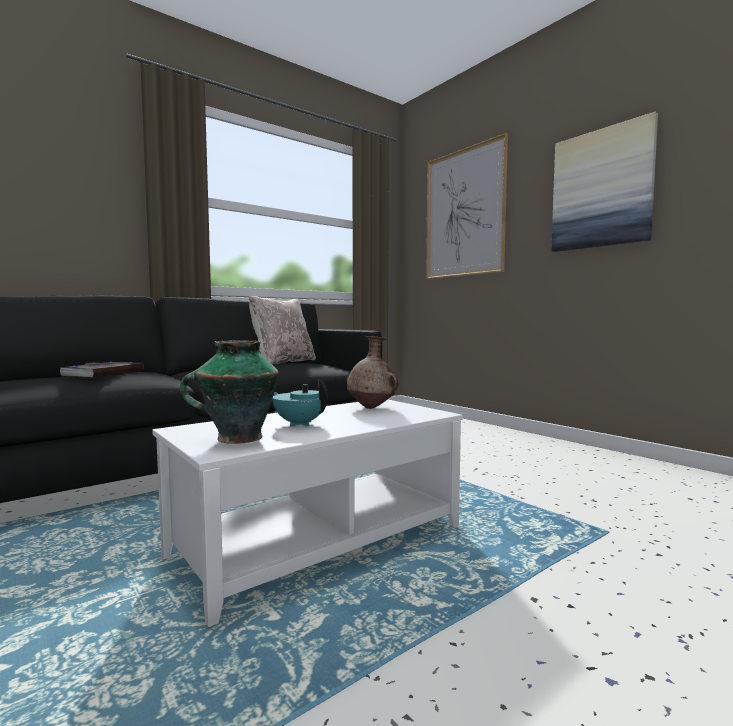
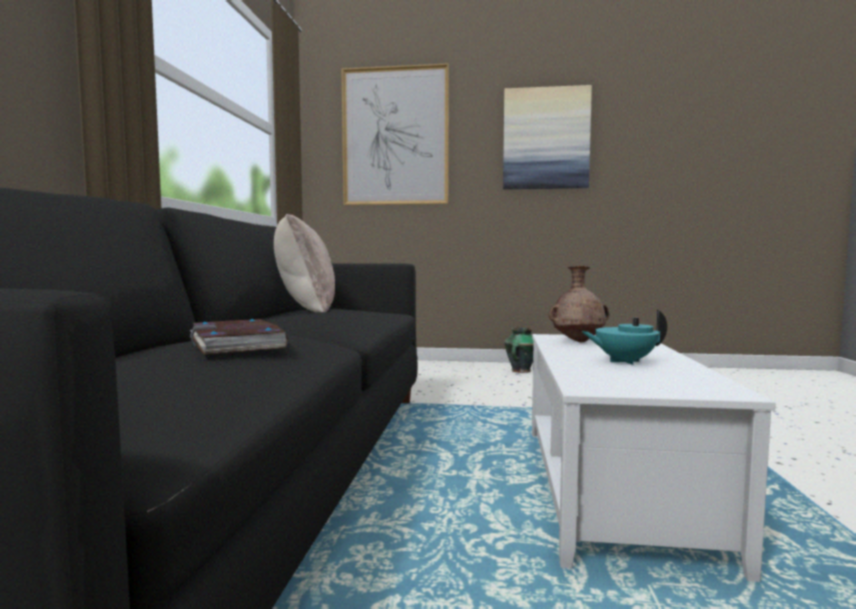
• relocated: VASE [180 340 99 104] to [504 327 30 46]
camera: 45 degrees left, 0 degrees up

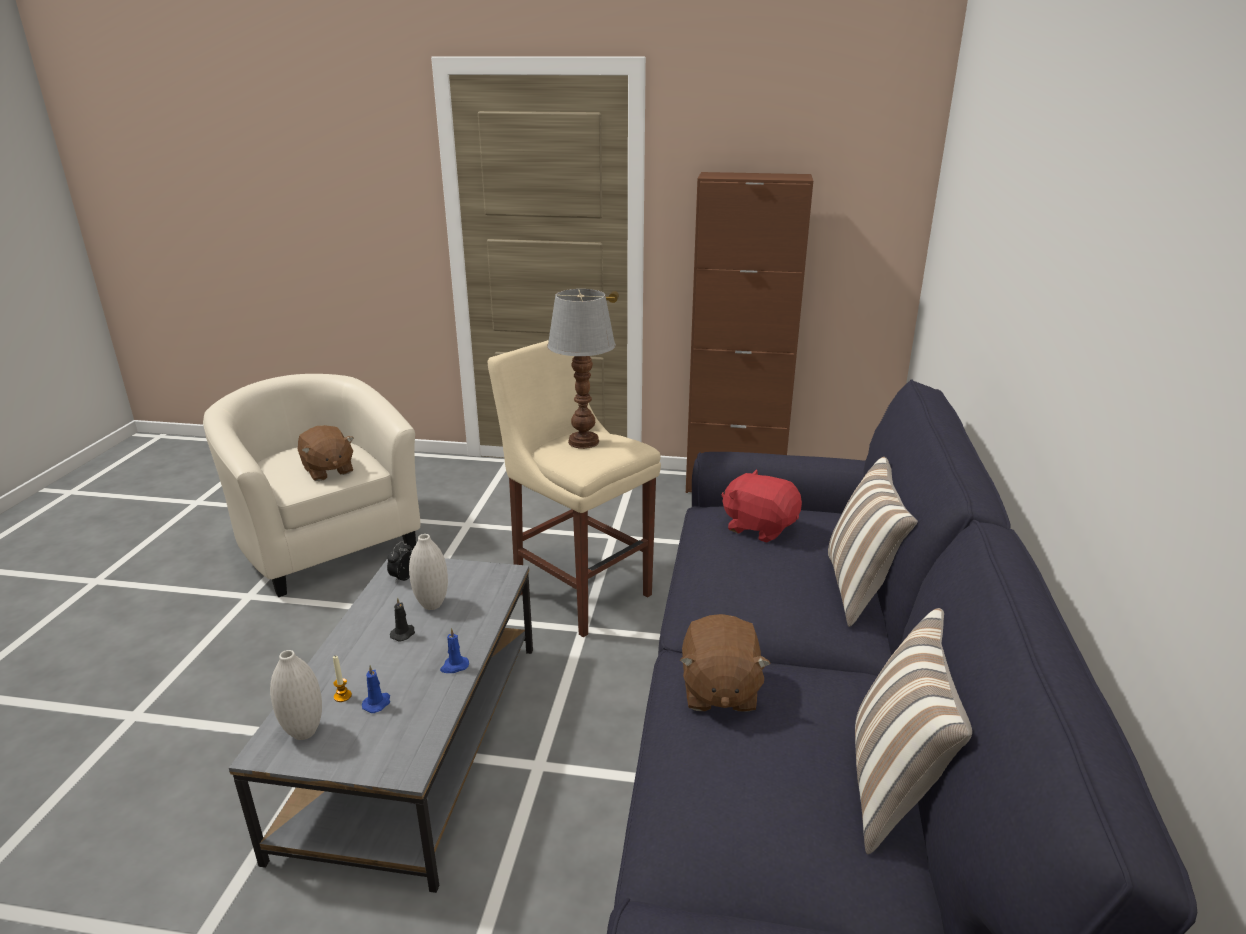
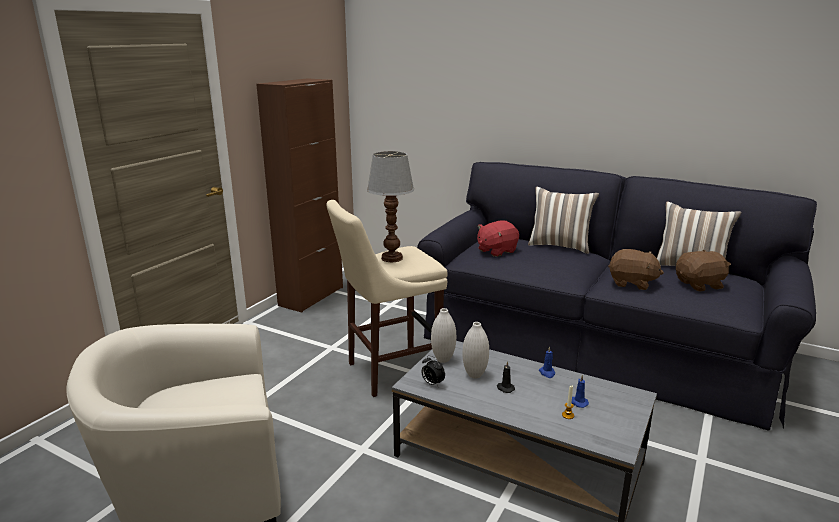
• relocated: WHITE VASE [270 650 52 90] to [431 308 25 55]
• relocated: BROWN PLUSH TOY [298 425 56 56] to [676 250 55 42]
camera: 70 degrees left, 5 degrees down

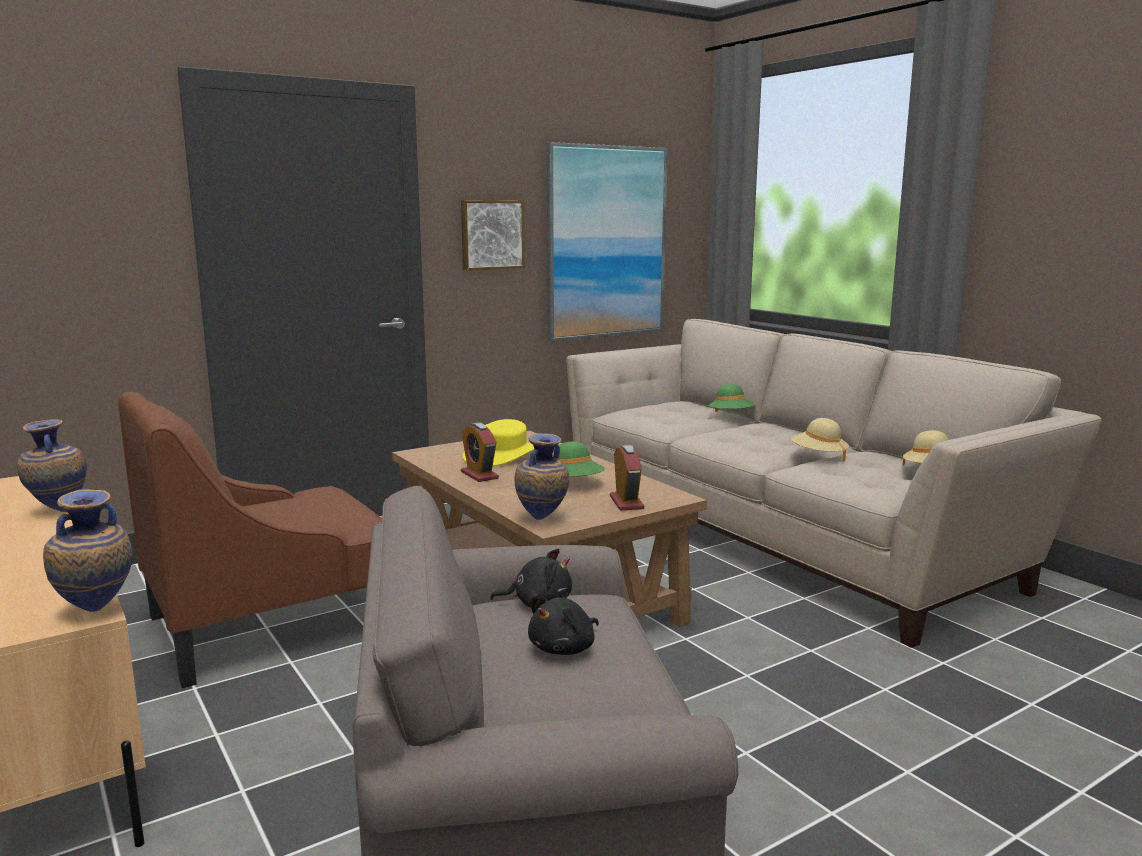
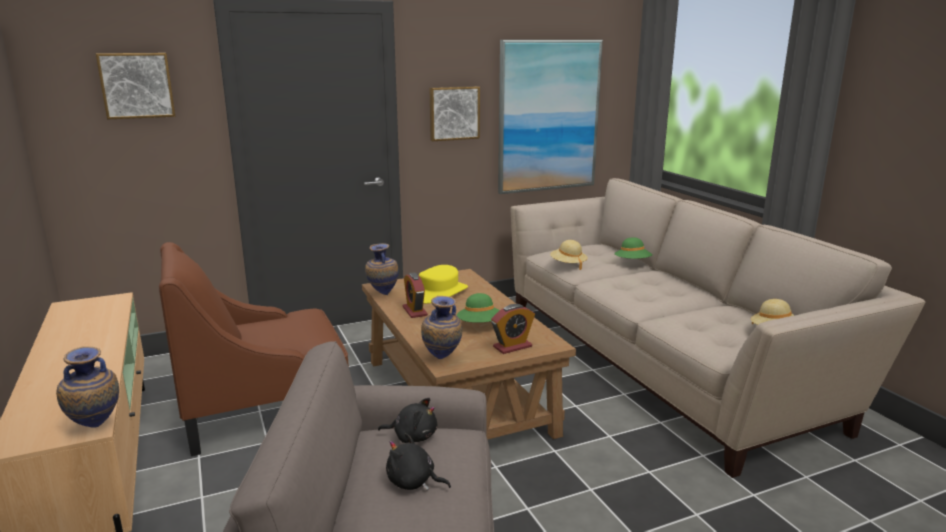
• relocated: VASE [17 419 70 93] to [365 243 34 52]
• spun: BLACK PLUSH TOY [528 594 71 61] = [386 433 65 58] 60 degrees clockwise
• spun: ALARM CLOCK [610 445 34 66] = [491 304 44 50] 60 degrees clockwise
• relocated: BEIGE HAT [792 418 57 44] to [550 240 38 30]
• appeared: PICTURE [96 53 79 67]
camera: 10 degrees right, 5 degrees up

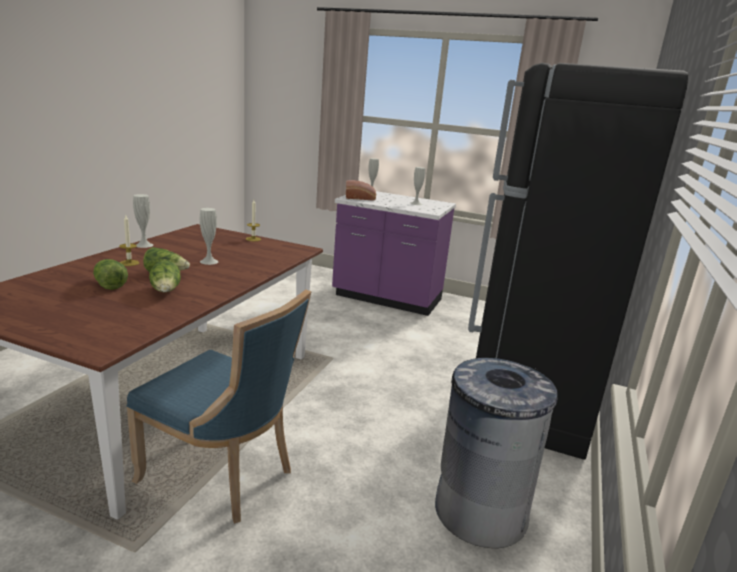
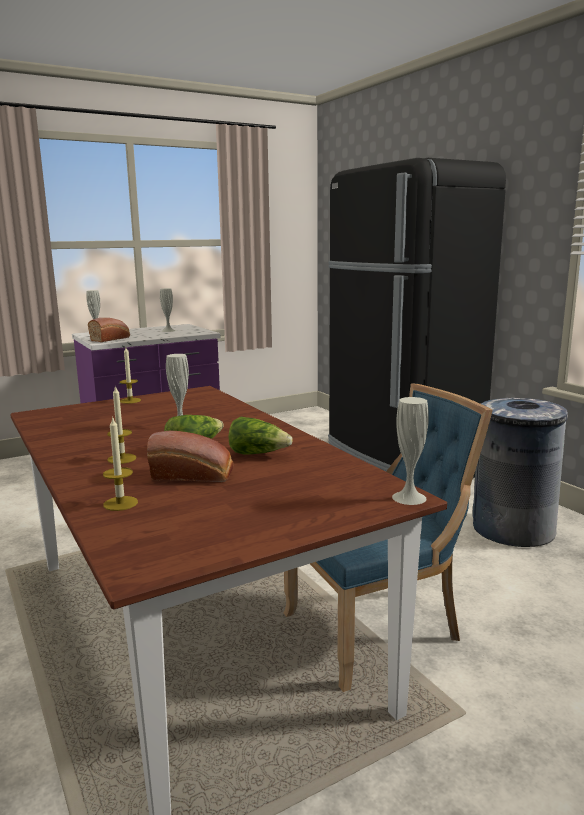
• exchanged: LETTUCE [93 259 35 31] to BREAD [147 431 86 51]
• relocated: WHITE VASE [133 194 20 54] to [392 397 37 108]
• appeared: CANDLE [103 416 35 95]
camera: 50 degrees left, 5 degrees down

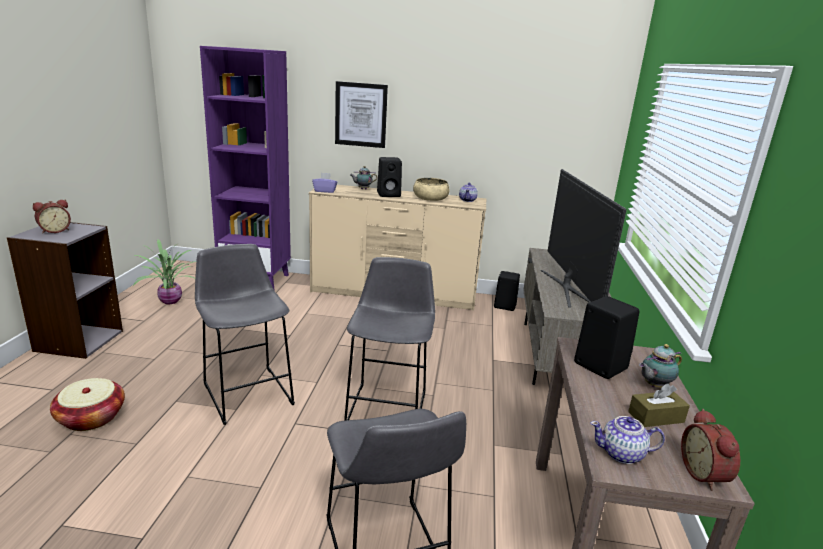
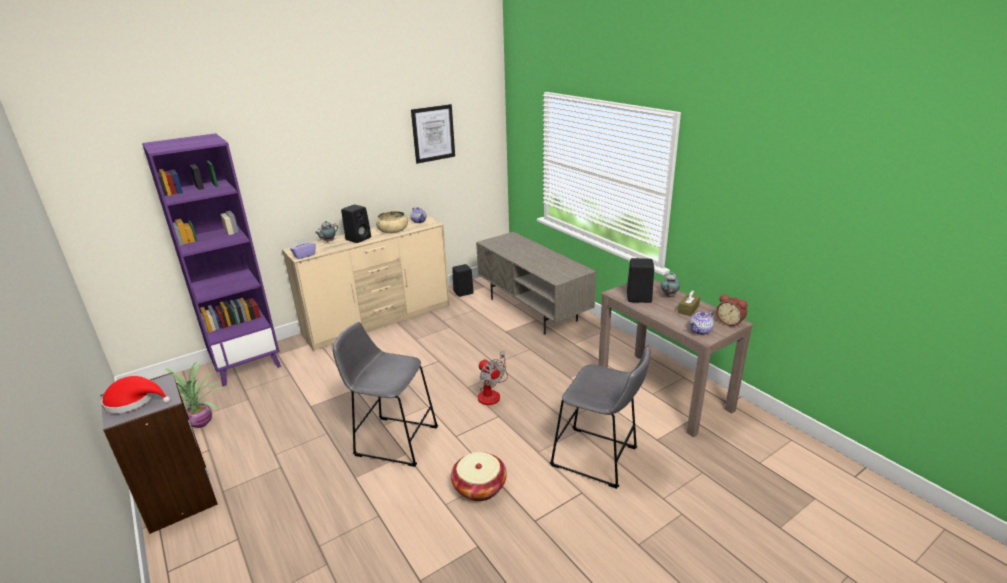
• exchanged: ALARM CLOCK [33 200 38 34] to RED HAT [101 376 69 37]
• relocated: BASKET [50 378 75 53] to [451 452 56 49]
• relocated: PICTURE [335 81 53 67] to [411 104 44 60]
• exchanged: GREY STOOL [344 257 91 164] to FAN [478 351 30 54]
• missing: TELEVISION [541 169 86 139]
camera: 40 degrees left, 5 degrees up

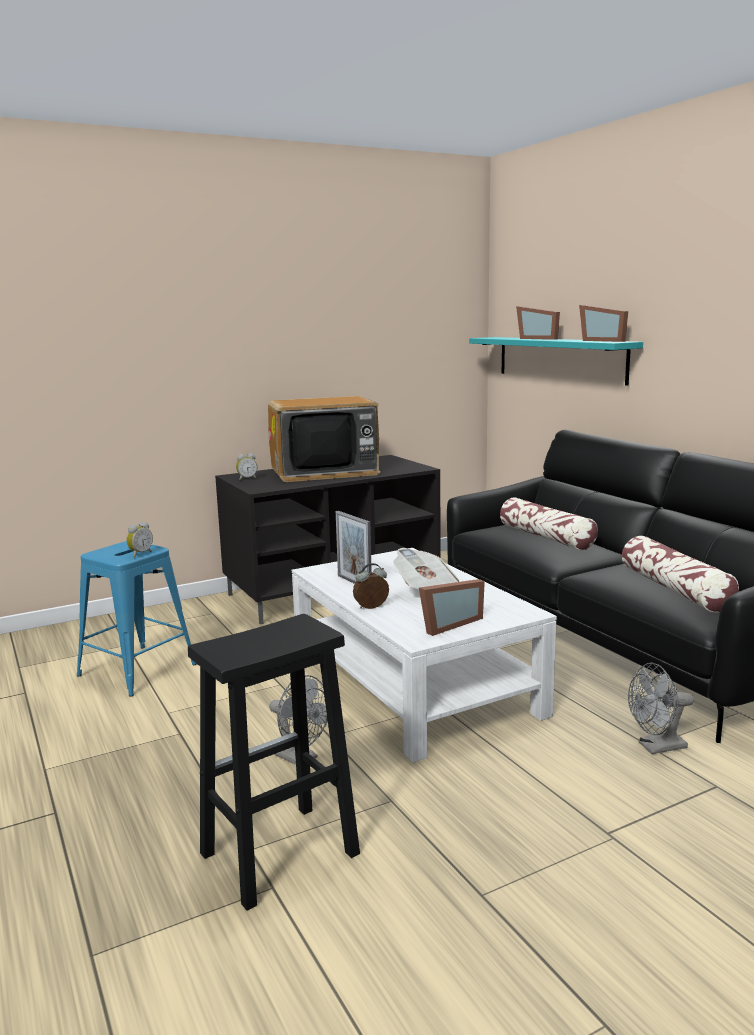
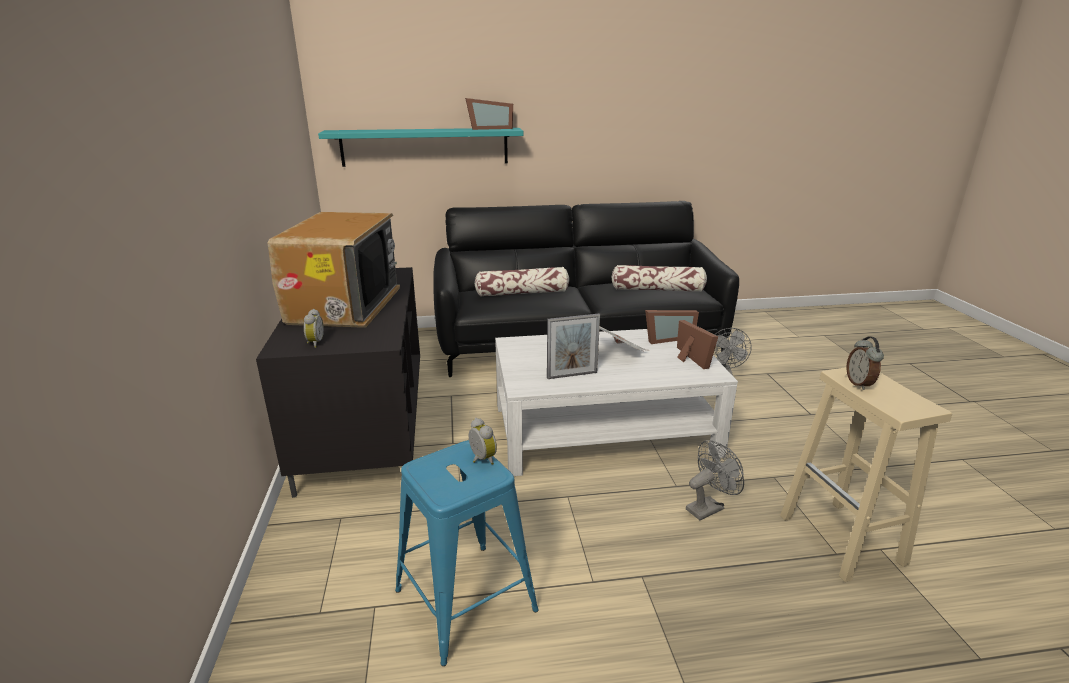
• colour: BLACK STOOL [188 614 172 297] to BEIGE STOOL [780 367 172 215]
• relocated: ALARM CLOCK [353 563 36 46] to [846 336 38 54]
• relocated: PICTURE FRAME [516 306 44 34] to [645 310 54 34]
camera: 70 degrees left, 10 degrees up

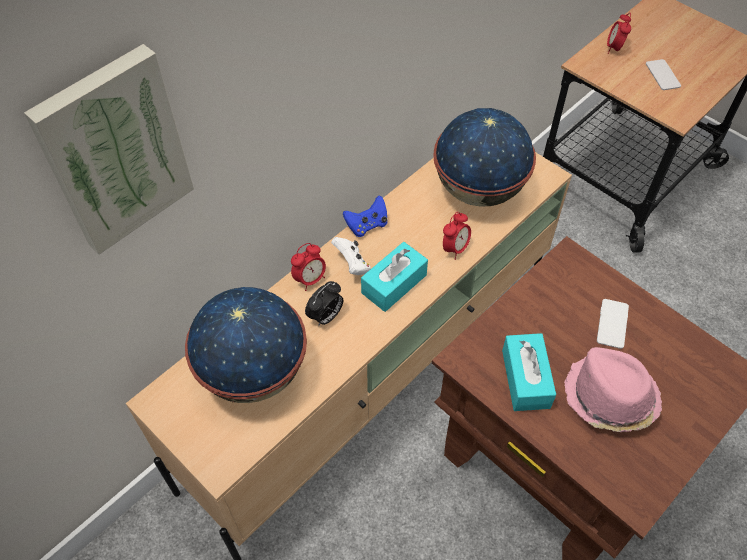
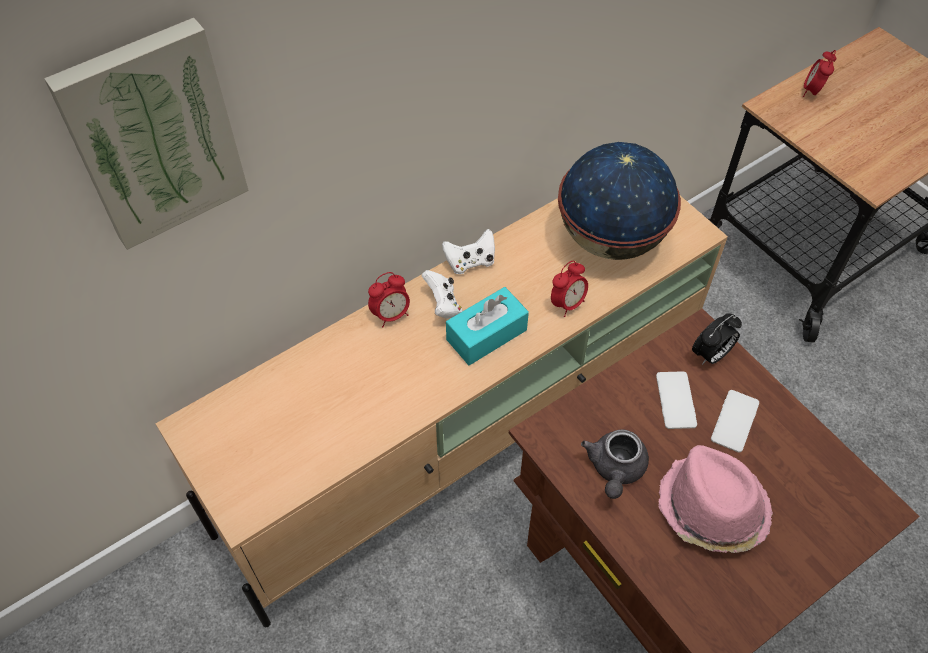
• missing: GLOBE [185 287 122 116]
• relocated: ALARM CLOCK [305 281 38 45] to [692 313 50 52]
• colour: BLUE GAME CONTROLLER [343 196 44 41] to WHITE GAME CONTROLLER [442 229 53 45]
• exchanged: TURQUOISE TISSUE BOX [502 333 54 78] to GREY TEAPOT [581 429 68 70]
• relocated: PHONE [646 59 35 31] to [656 371 41 58]
camera: 10 degrees right, 0 degrees up

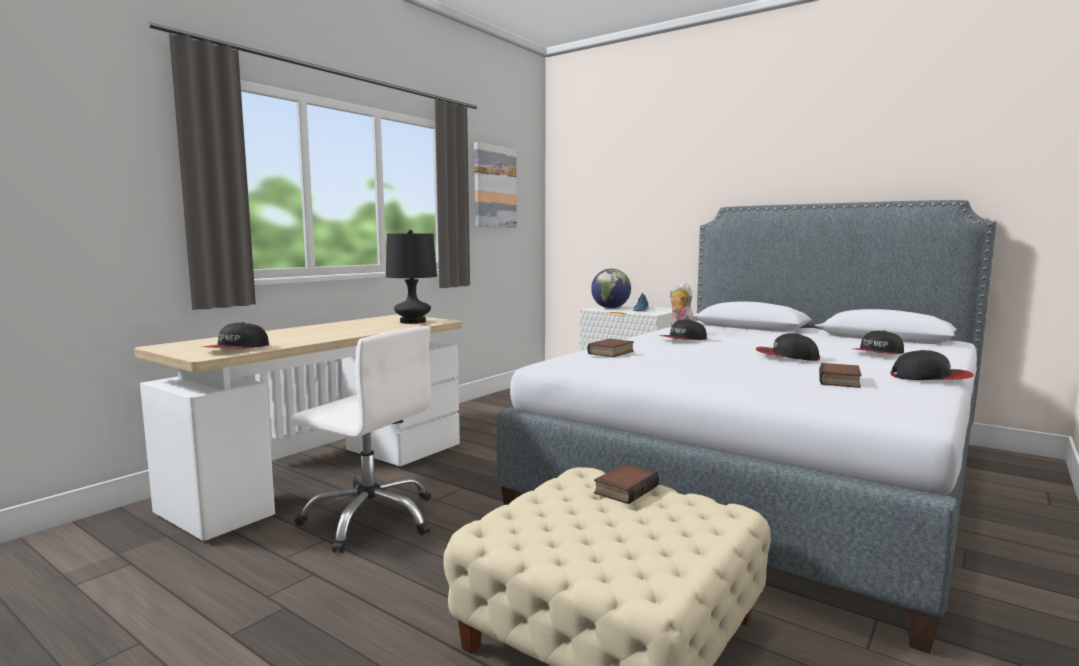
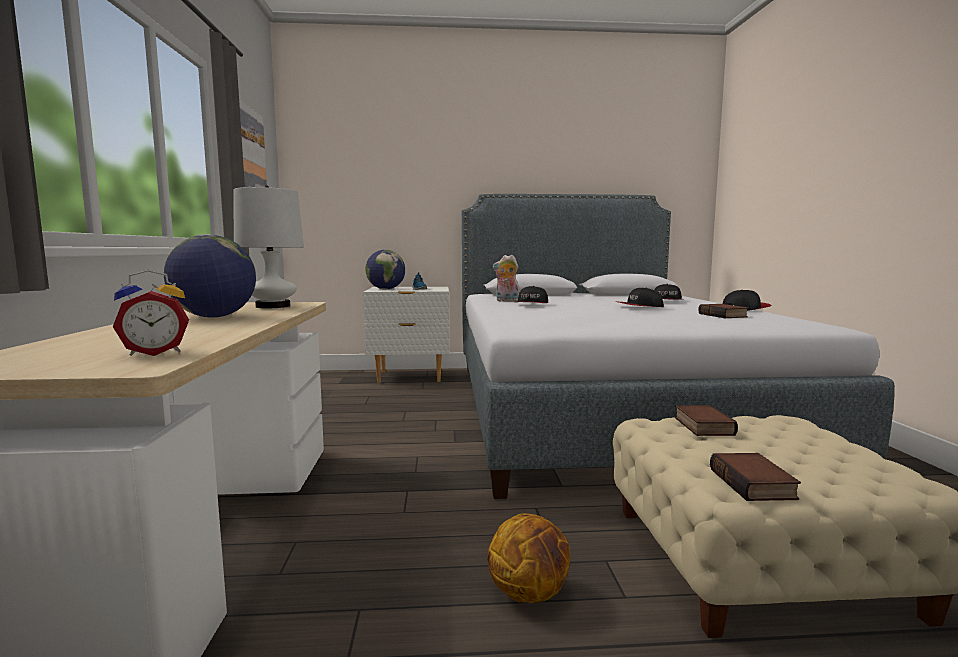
• exchanged: CAP [202 322 67 27] to ALARM CLOCK [113 270 76 86]
• missing: WHITE OFFICE CHAIR [291 326 140 227]
• colour: BLACK TABLE LAMP [386 230 51 94] to WHITE TABLE LAMP [234 185 70 123]
• relocated: BOOK [588 339 46 18] to [710 453 91 48]
• appeared: GLOBE [164 234 92 84]
• appeared: BASKETBALL [487 513 83 90]
camera: 40 degrees left, 0 degrees up

